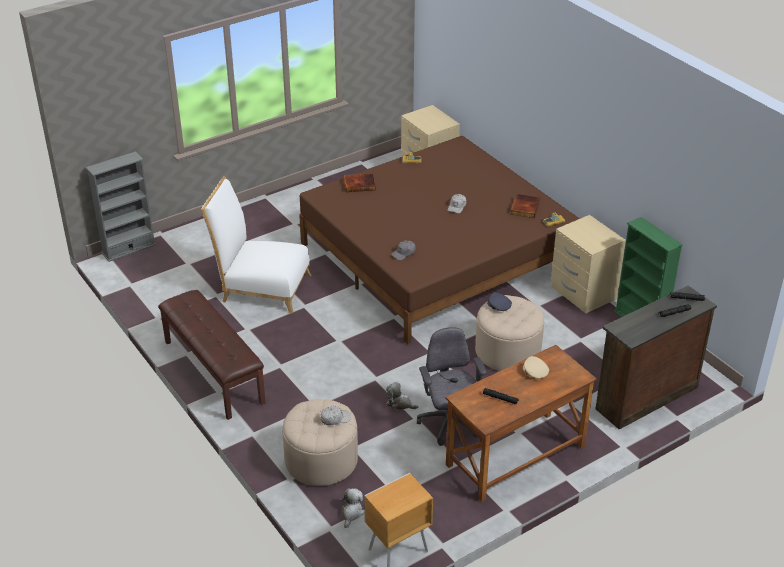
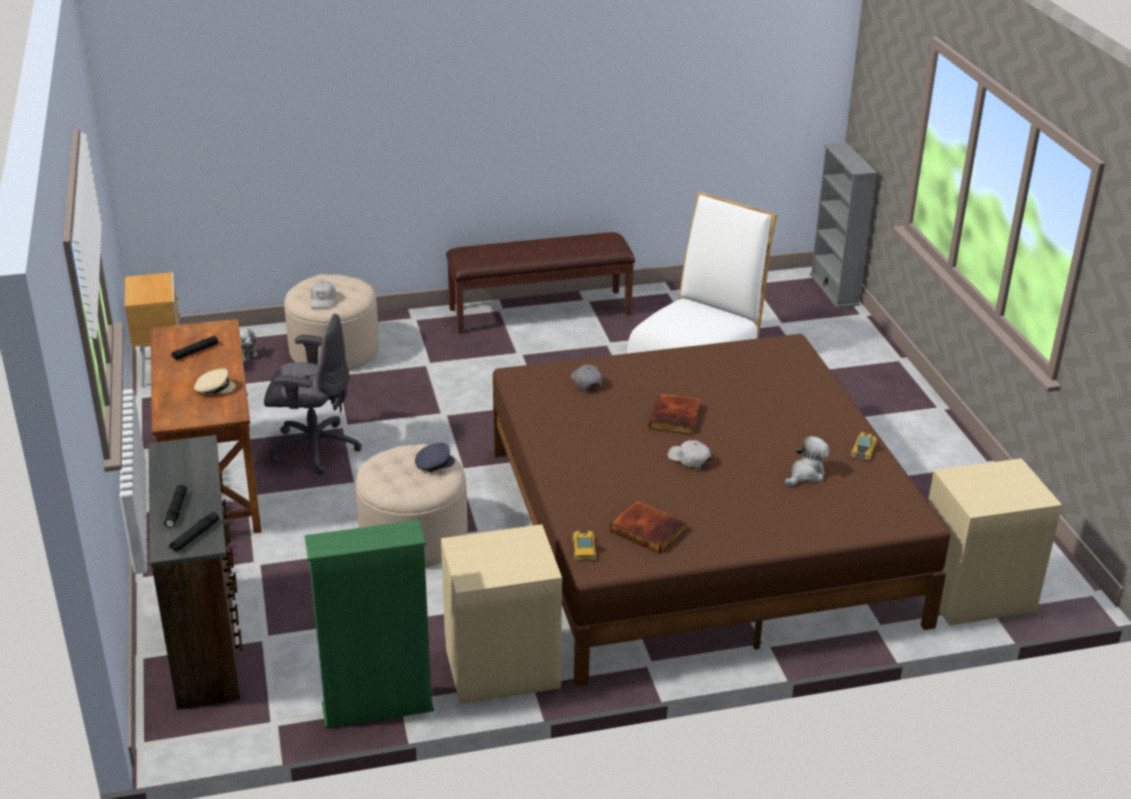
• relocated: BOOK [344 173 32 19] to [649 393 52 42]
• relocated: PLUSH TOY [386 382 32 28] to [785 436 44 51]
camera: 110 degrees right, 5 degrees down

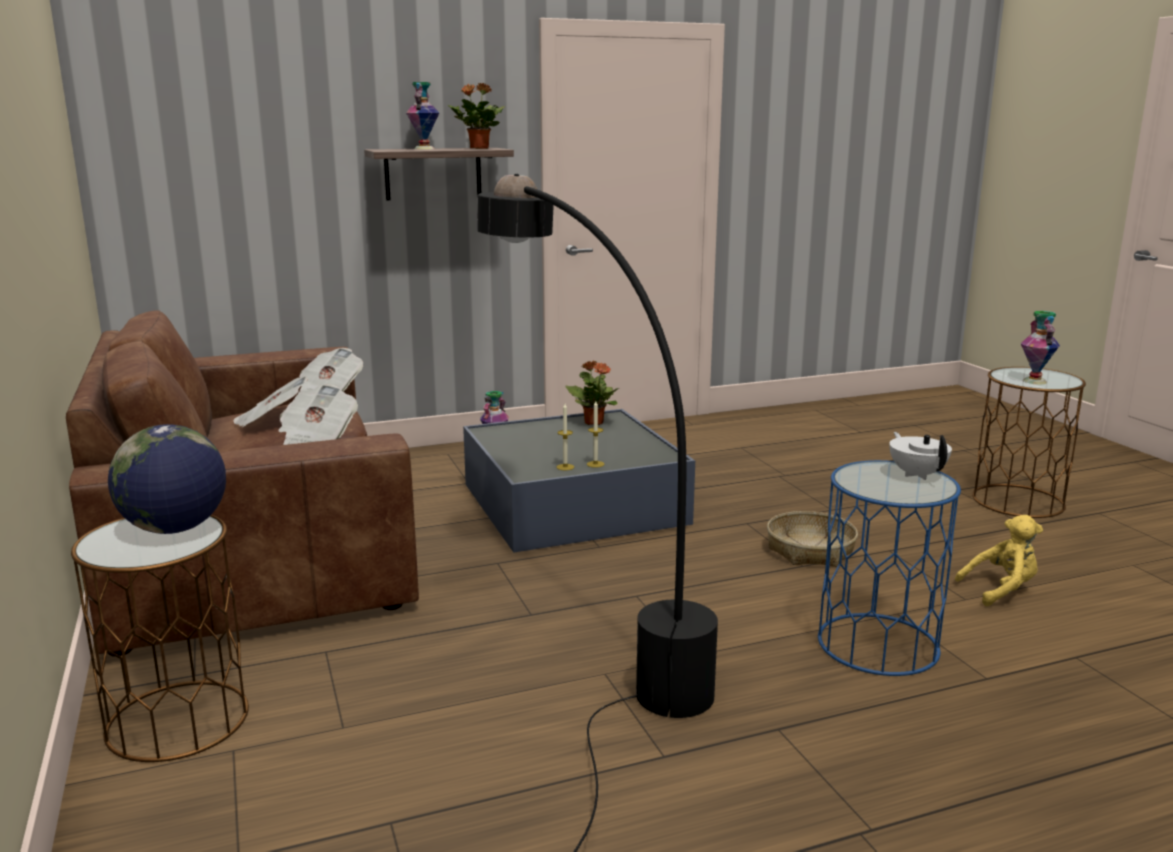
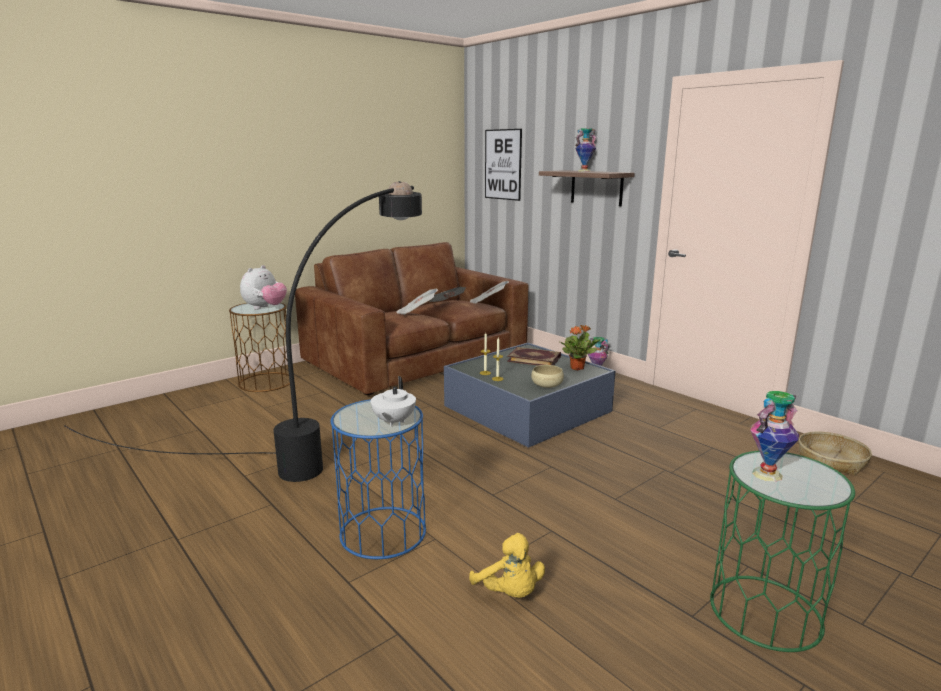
• exchanged: GLOBE [108 424 118 110] to PLUSH TOY [240 265 47 44]
• missing: POTTED PLANT [448 83 58 66]
• relocated: BASKET [767 511 91 56] to [799 432 73 43]
• spun: WHITE TEAPOT [889 432 63 48] = [370 376 46 51] 135 degrees clockwise
• colour: BROWN SIDE TABLE [972 367 114 151] to GREEN SIDE TABLE [710 451 145 201]
• appeared: PICTURE [485 129 37 72]
• appeared: BOOK [507 347 54 19]
• appeared: BEIGE BOWL [531 365 33 23]
camera: 70 degrees right, 0 degrees up

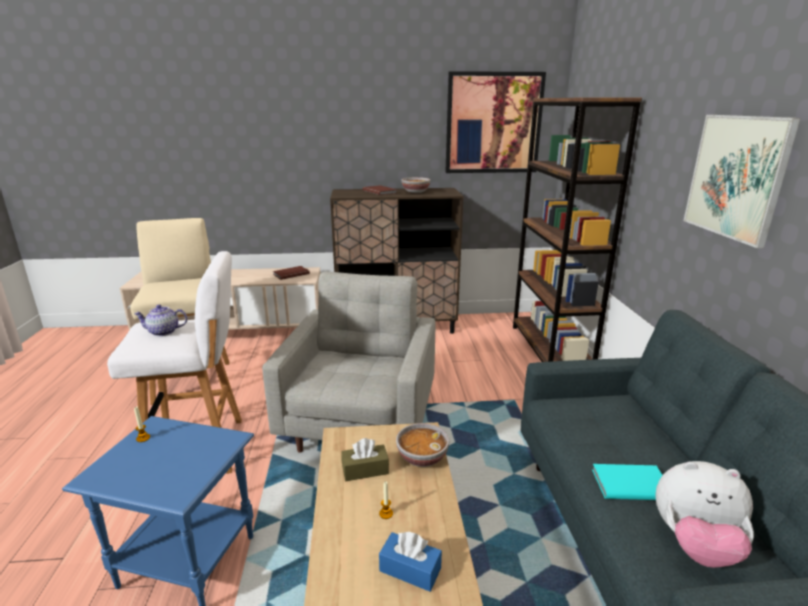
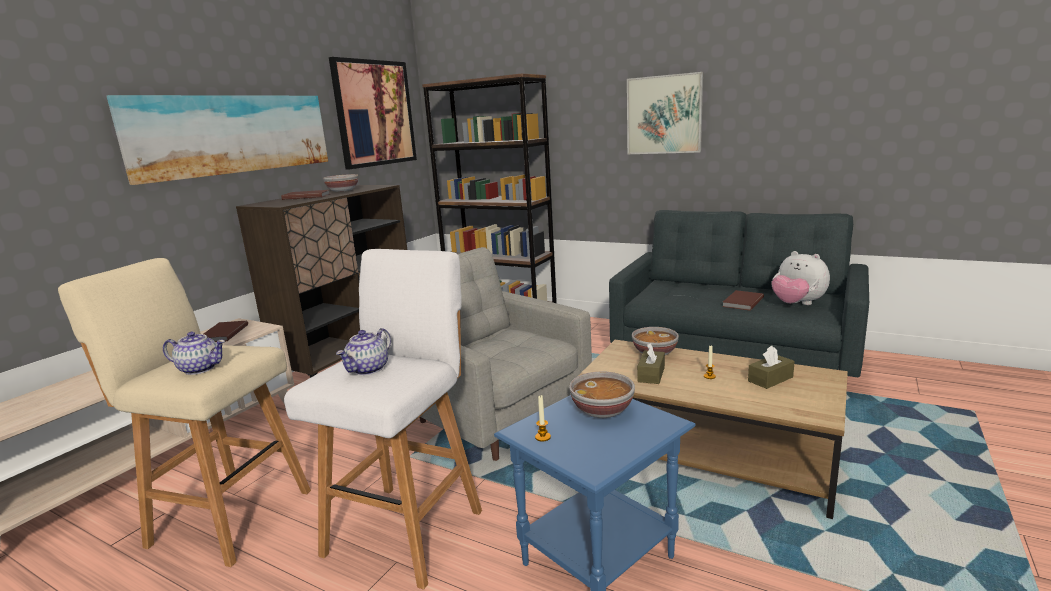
• colour: BLUE TISSUE BOX [379 532 63 60] to BROWN TISSUE BOX [748 346 47 43]
• colour: TURQUOISE BOOK [592 464 70 36] to BROWN BOOK [722 290 42 21]
• spun: PLUSH TOY [656 461 98 107] = [771 251 59 54] 90 degrees clockwise
• appeared: PICTURE [107 95 221 90]
• appeared: TEAPOT [163 332 62 43]
• appeared: BOWL [569 372 66 46]
camera: 55 degrees left, 5 degrees down

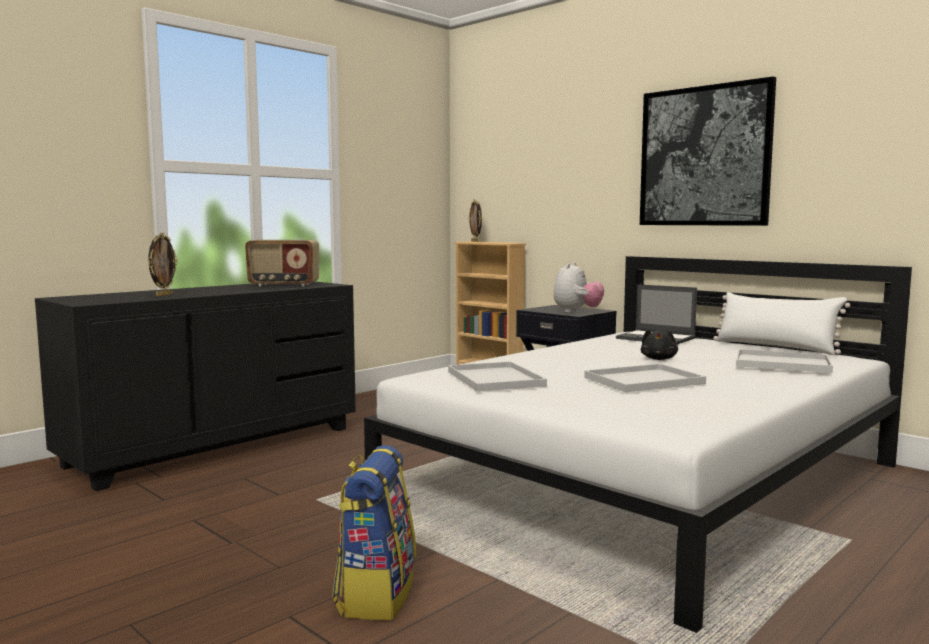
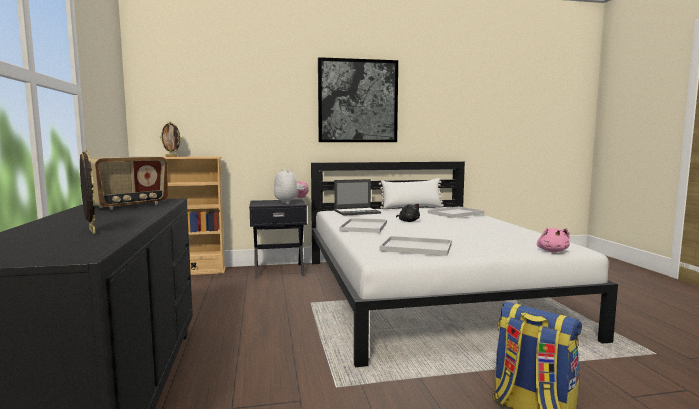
• relocated: WHITE TRAY [584 364 122 28] to [339 218 48 15]
• appeared: PINK PLUSH TOY [537 227 33 25]
camera: 55 degrees left, 0 degrees up

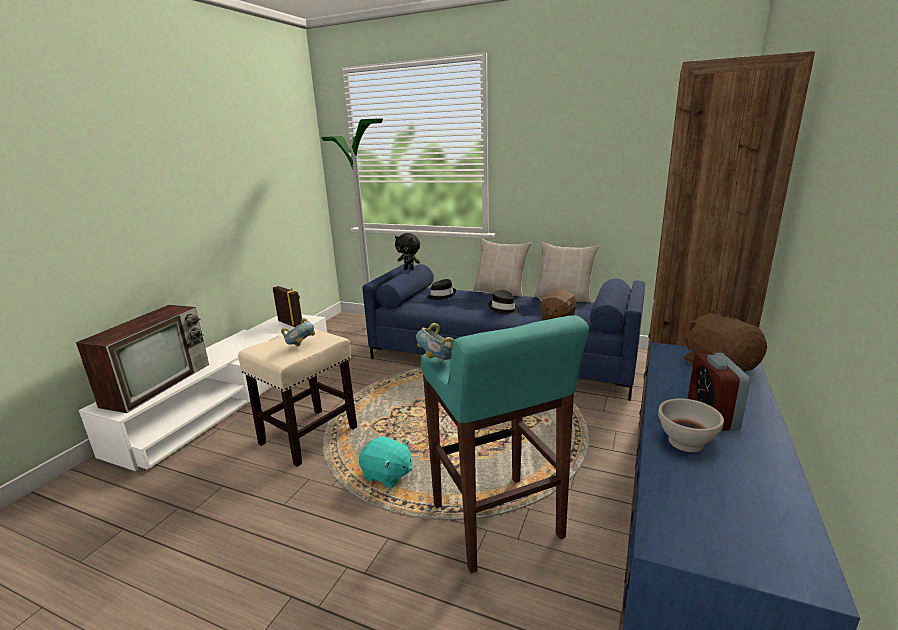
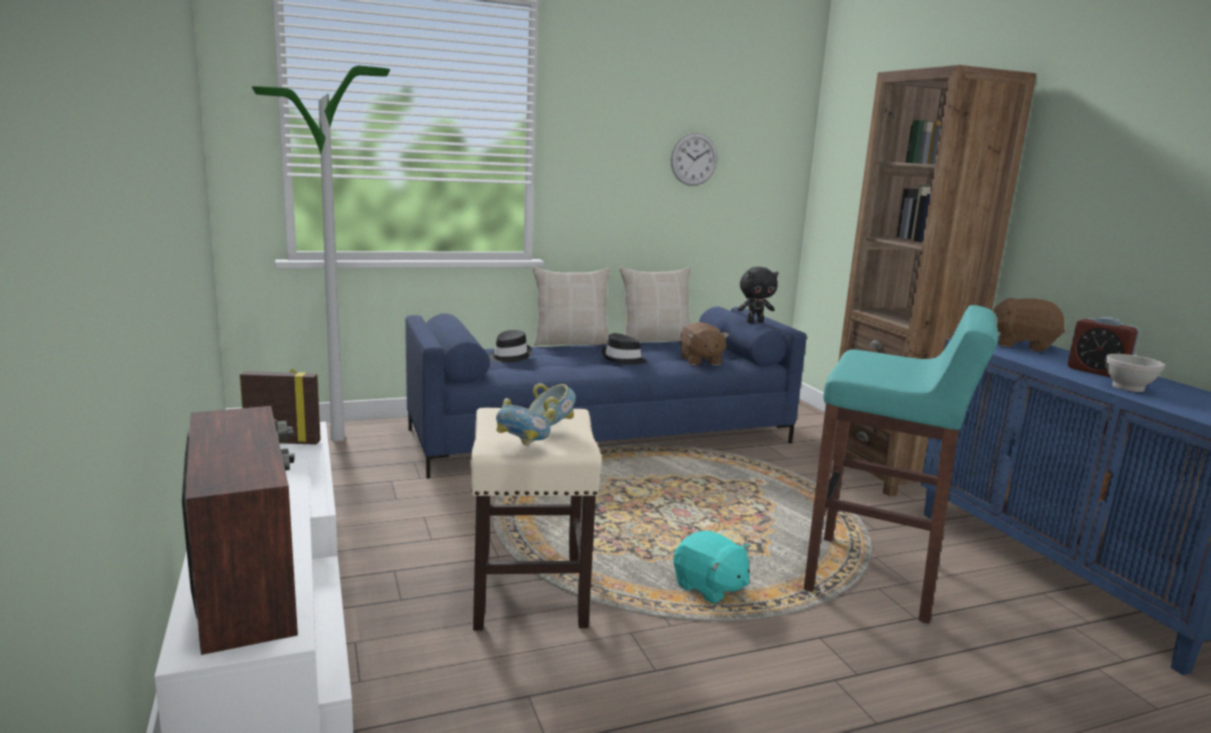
• spun: TURQUOISE PLUSH TOY [359 436 53 52] = [673 531 77 73] 60 degrees clockwise
• relocated: BLACK PLUSH TOY [395 233 25 37] to [737 267 42 56]
• relocated: BOWL [416 323 38 39] to [496 398 60 48]
• appeared: WALL CLOCK [671 133 46 53]
camera: 45 degrees left, 5 degrees down

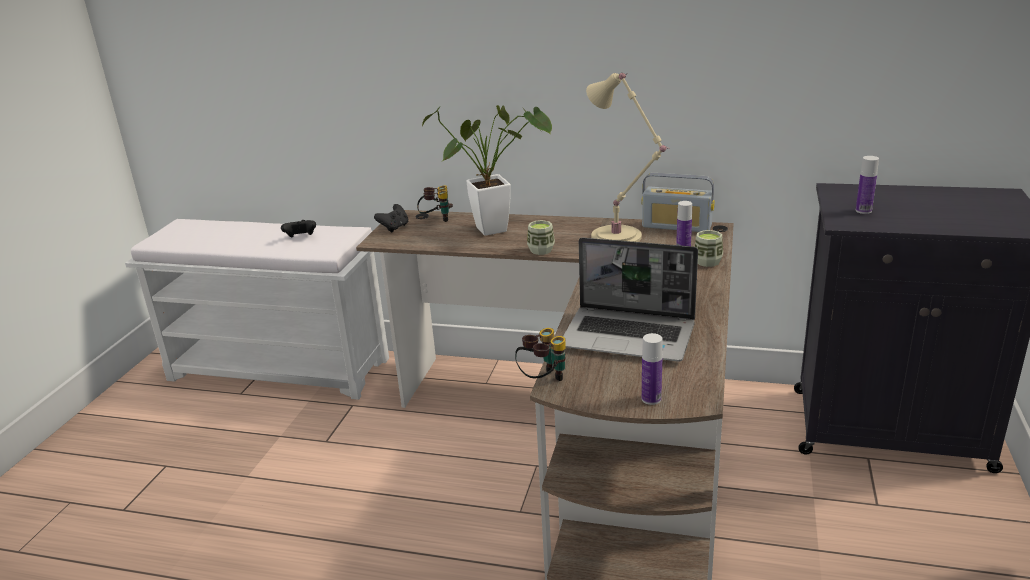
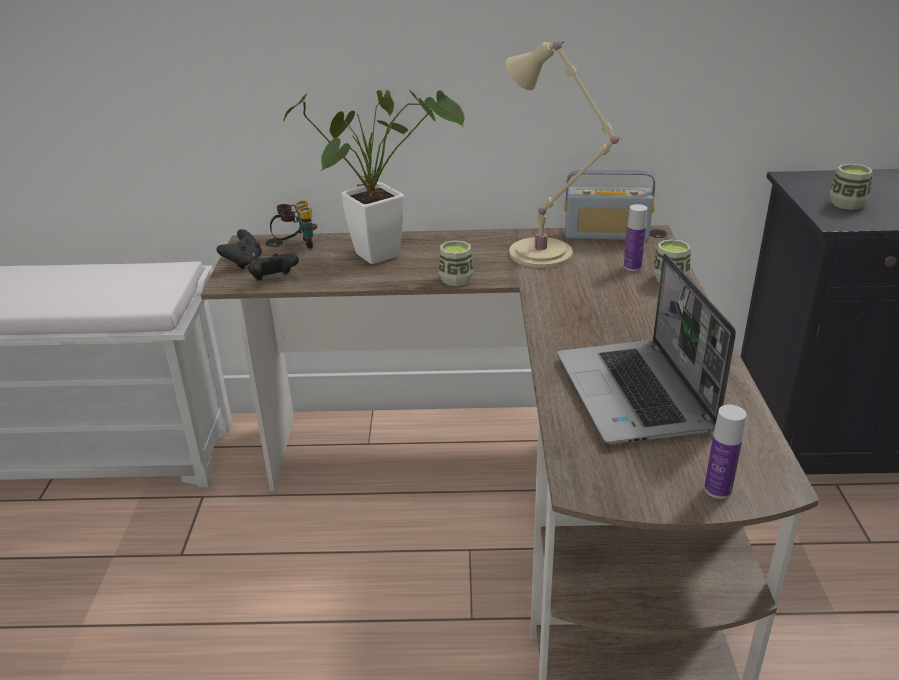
• relocated: BLACK GAME CONTROLLER [281 220 35 17] to [248 253 51 28]
• missing: BINOCULARS [515 328 51 53]
• spun: LAPTOP [563 237 135 125] = [558 253 178 191] 75 degrees clockwise
• exchanged: BOTTLE [856 156 23 58] to CUP [830 164 43 46]
camera: 15 degrees left, 5 degrees up

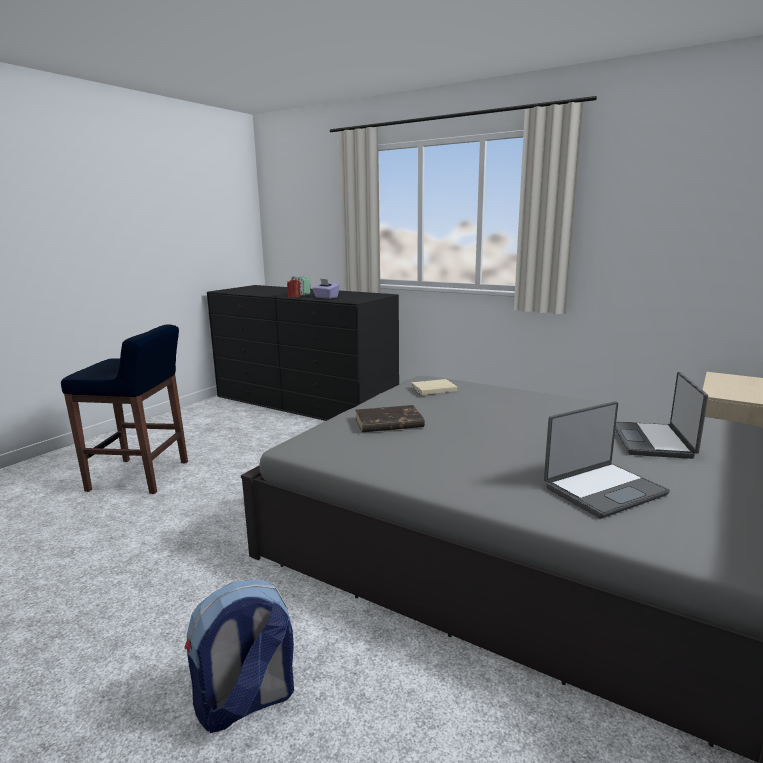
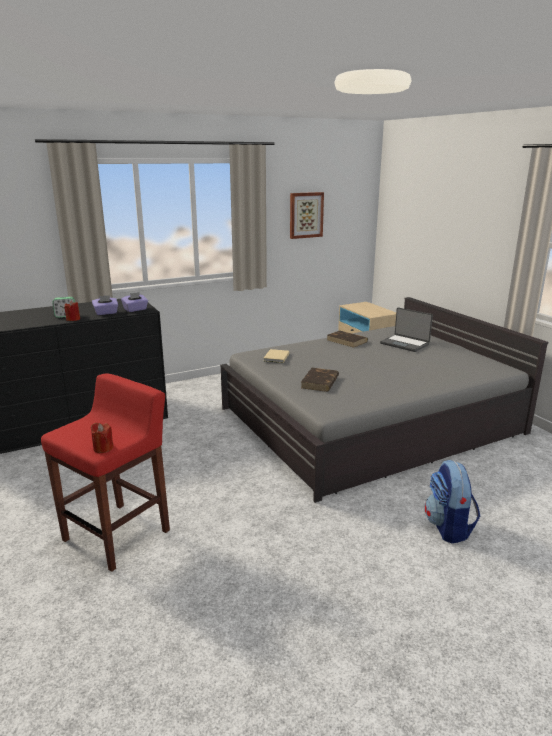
• colour: BLUE STOOL [61 324 127 170] to RED STOOL [41 373 129 199]
• missing: LAPTOP [544 401 126 118]
• appeared: RED CANDLE [91 423 22 30]
• appeared: PURPLE TISSUE BOX [121 292 27 20]
• appeared: PICTURE [290 192 34 47]
• appeared: BROWN BOOK [327 330 41 18]
camera: 60 degrees left, 5 degrees up

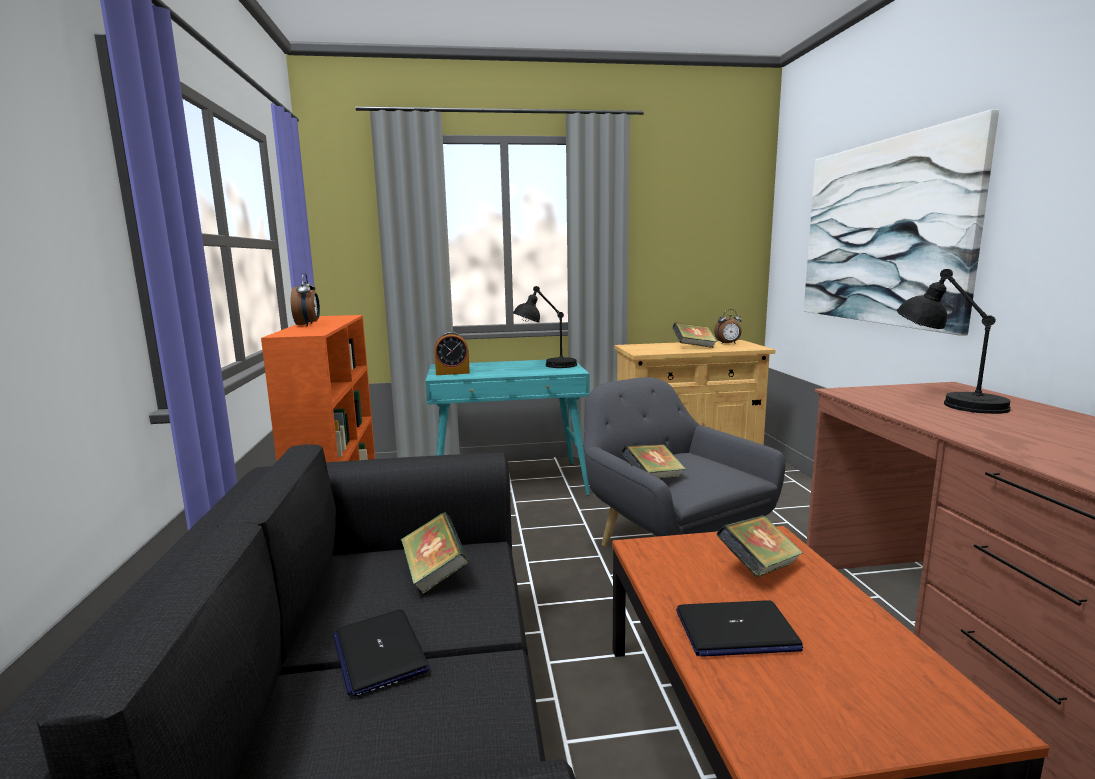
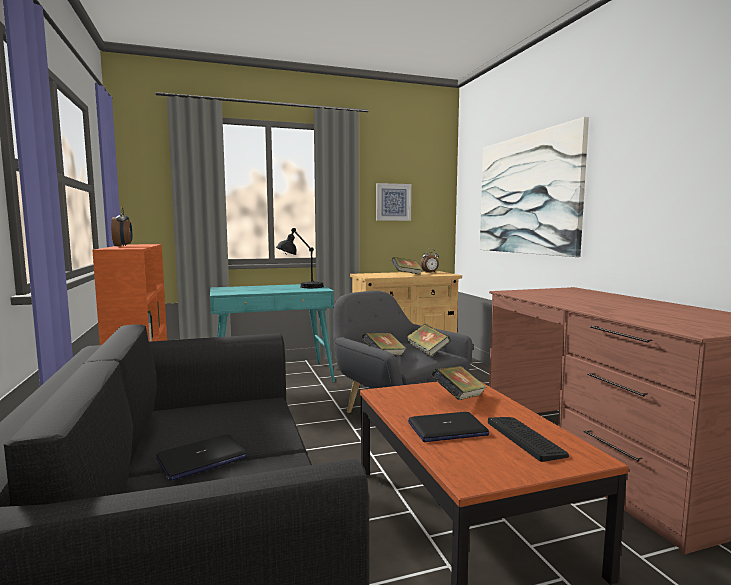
• spun: LAPTOP [333 609 97 88] = [156 434 91 47] 90 degrees counterclockwise
• relocated: BOOK [401 512 68 82] to [406 324 45 32]
• missing: ALARM CLOCK [434 331 36 44]
• missing: BLACK TABLE LAMP [897 269 114 145]
• appeared: PICTURE [376 183 35 38]
• appeared: KEYBOARD [488 417 81 45]
camera: 10 degrees left, 5 degrees down

